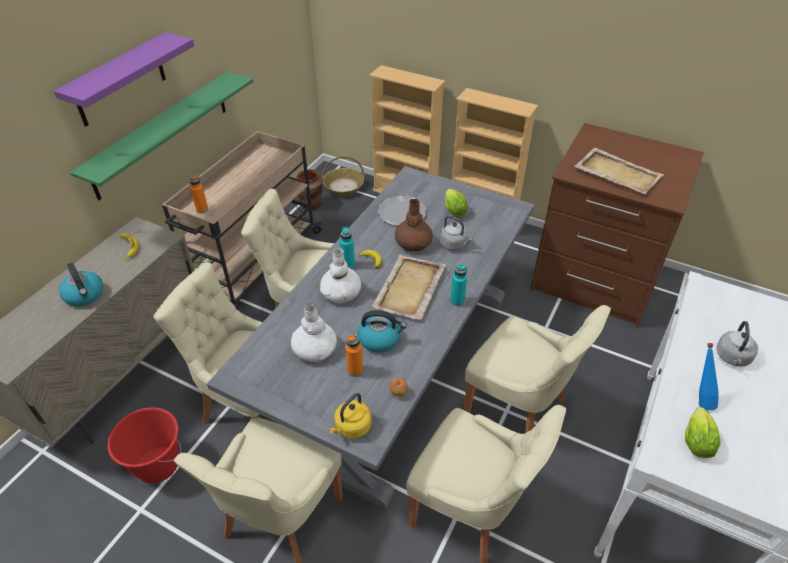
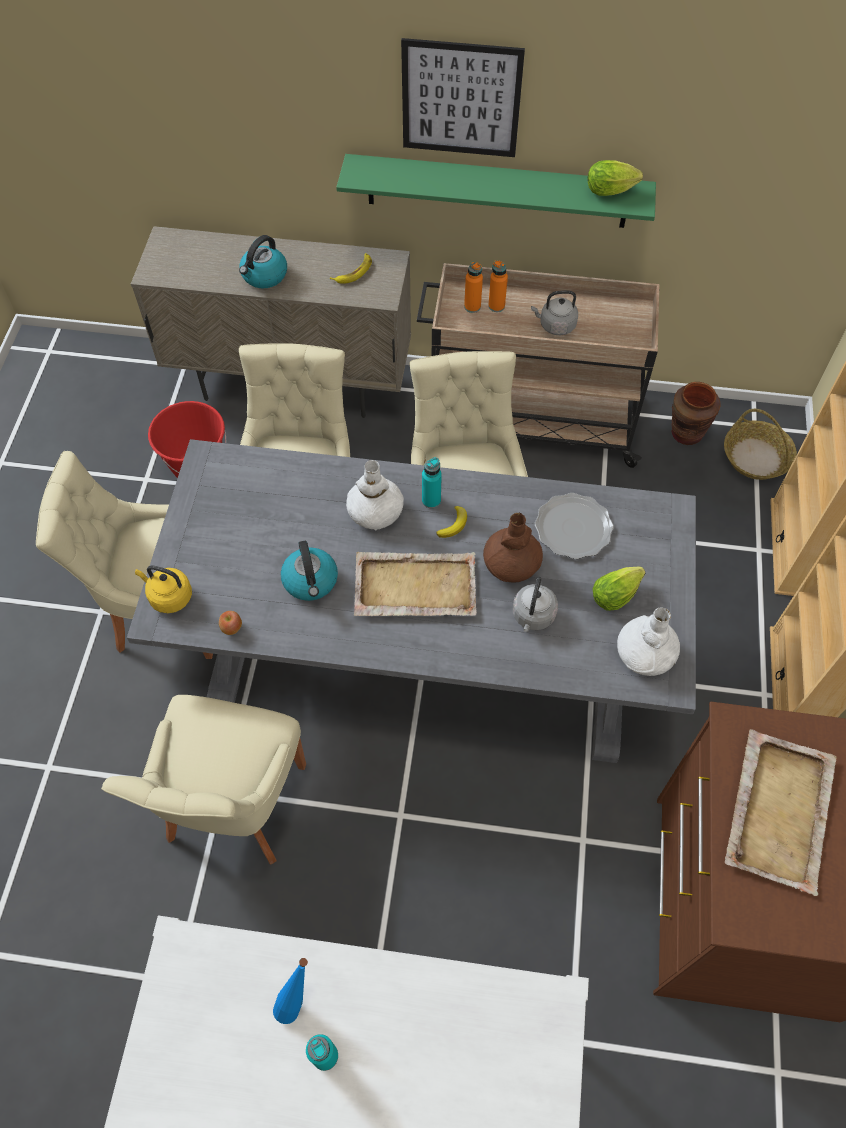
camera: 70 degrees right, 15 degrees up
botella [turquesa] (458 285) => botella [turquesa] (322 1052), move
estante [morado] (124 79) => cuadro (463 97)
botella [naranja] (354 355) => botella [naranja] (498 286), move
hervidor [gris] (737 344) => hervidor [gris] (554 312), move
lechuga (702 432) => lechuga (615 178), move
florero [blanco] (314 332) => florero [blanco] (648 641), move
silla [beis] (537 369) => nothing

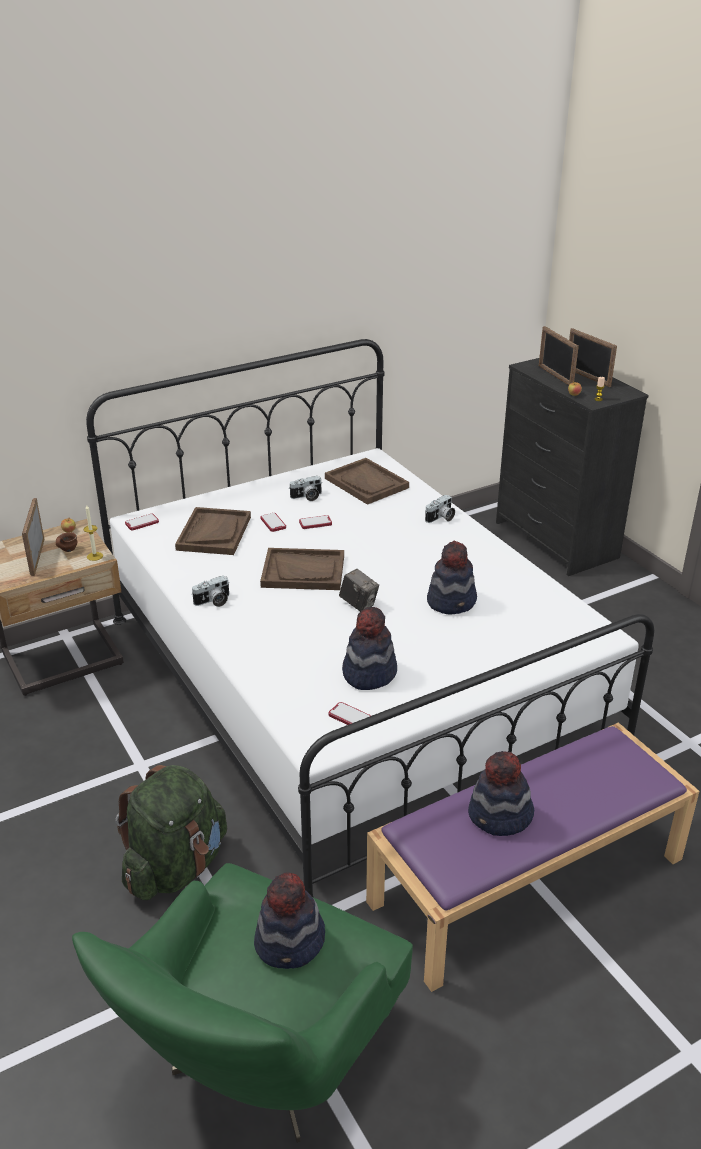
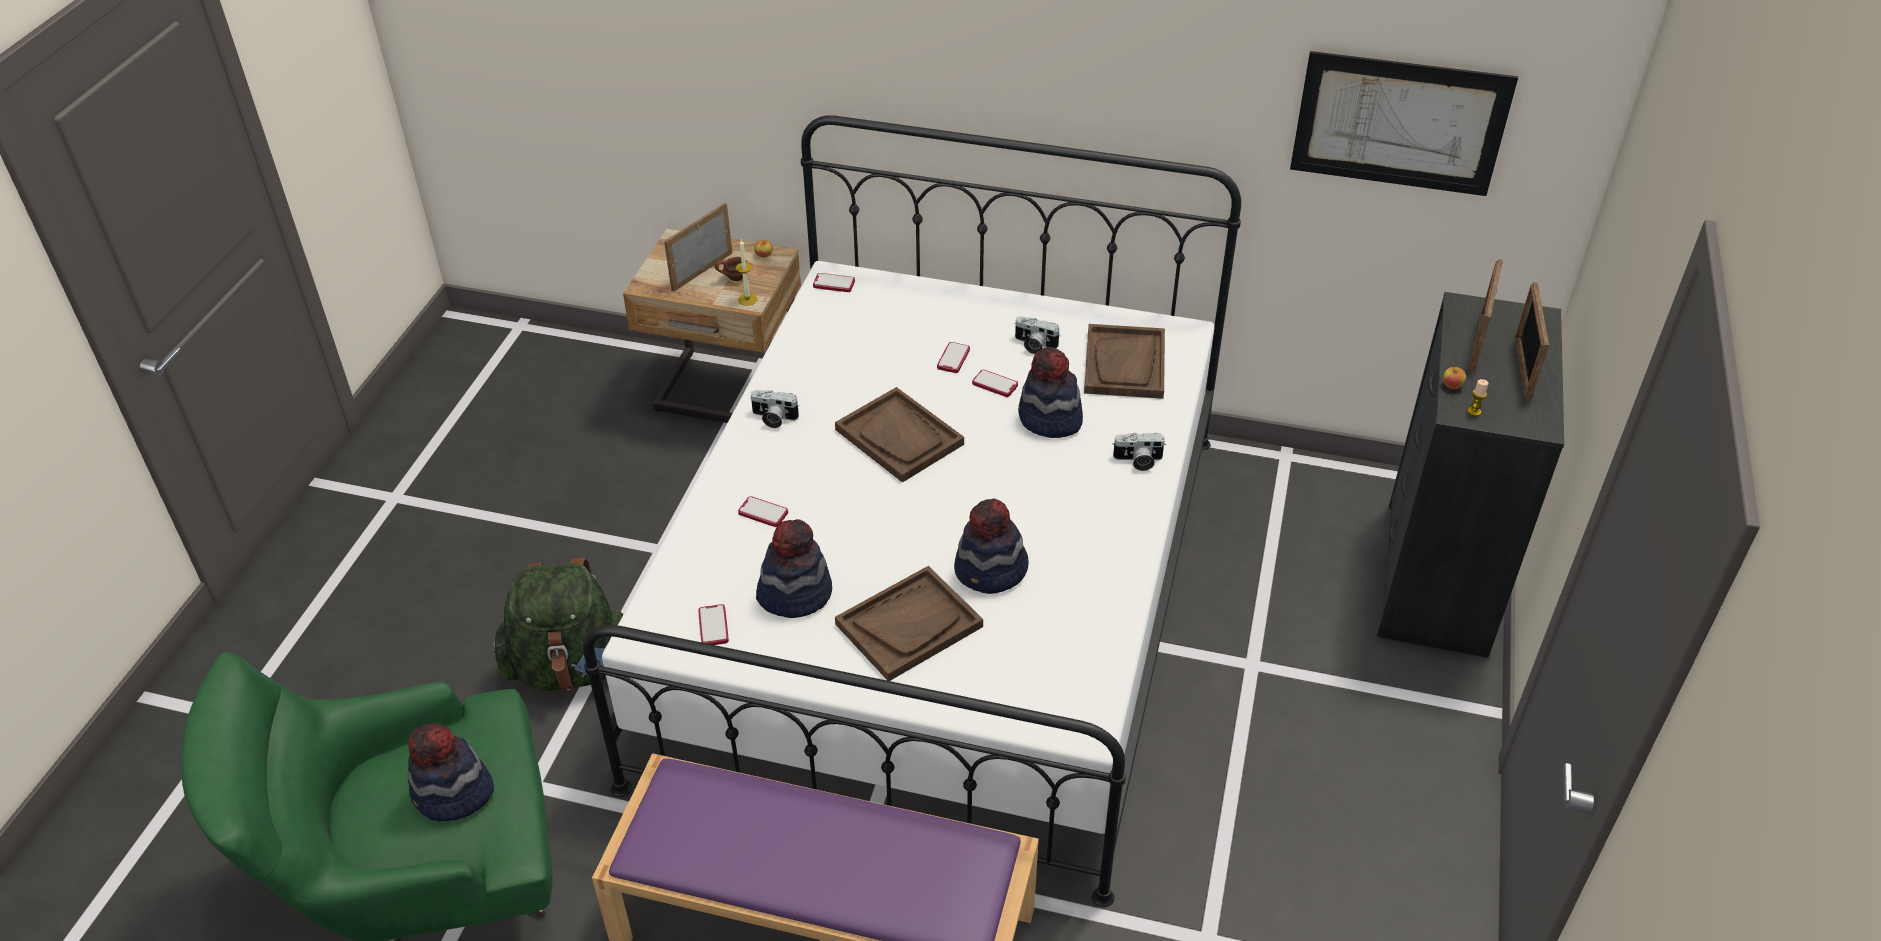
camera: 45 degrees right, 10 degrees up
nothing => móvil (763 511)
bandeja [marrón] (213 531) => bandeja [marrón] (909 623), move
sombrero (501 793) => sombrero (1050 392), move
nothing => cuadro (1404 123)
cámara (359 590) => nothing

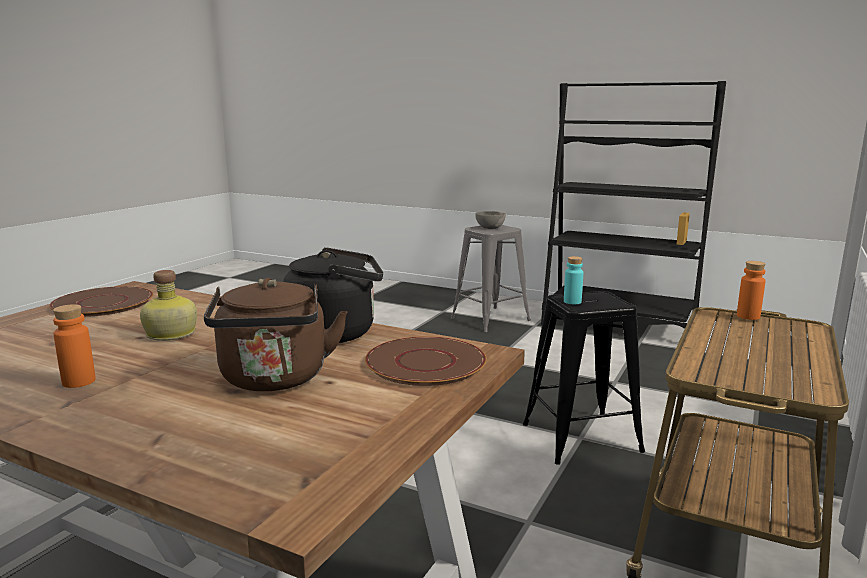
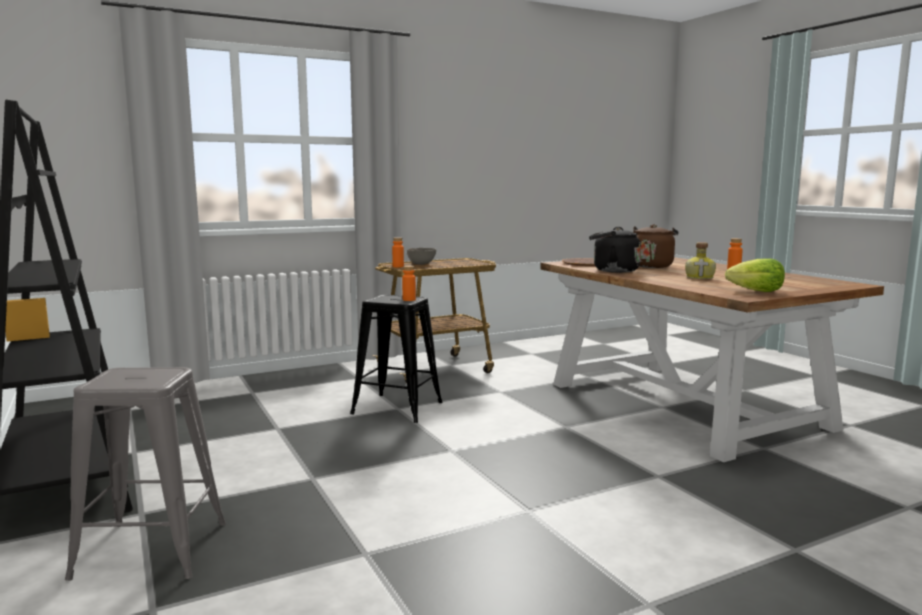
camera: 145 degrees left, 5 degrees down
botella [turquesa] (573 280) => botella [naranja] (409 283)
cuenco [gris] (491 220) => cuenco [gris] (421 256), move
plato [marrón] (101 301) => lechuga (755 275)

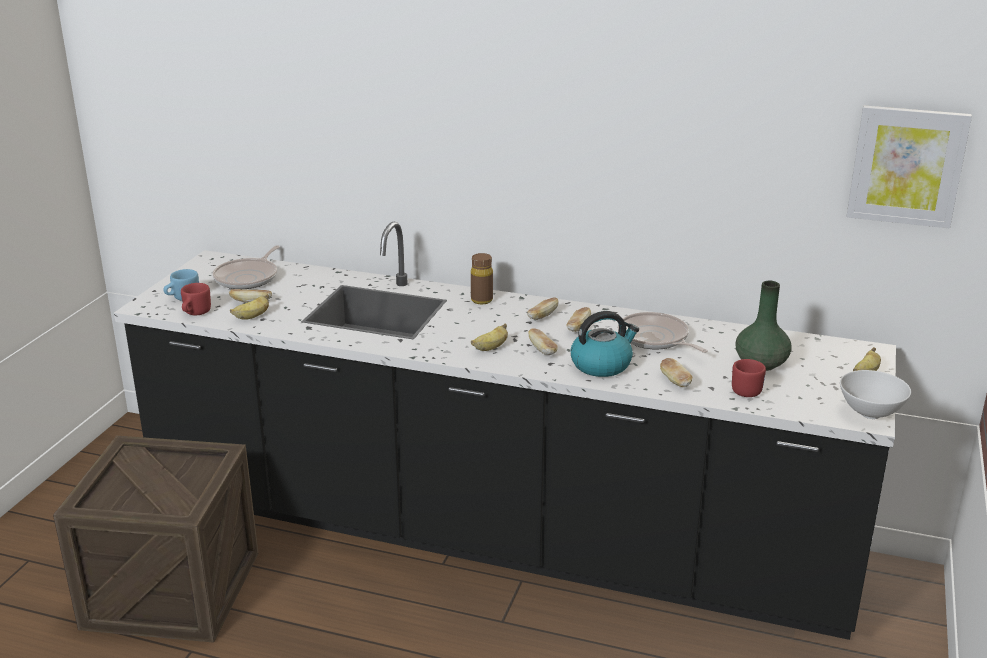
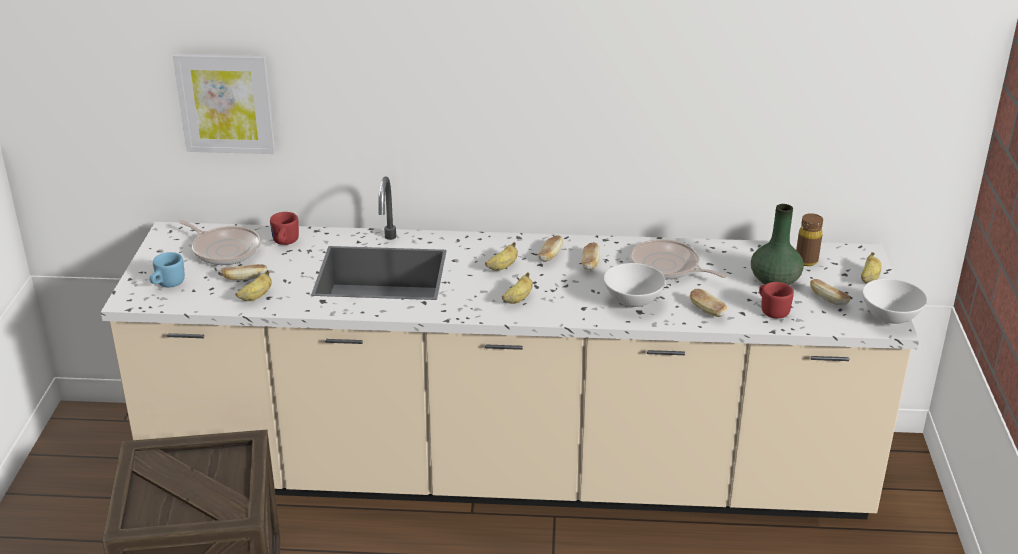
camera: 15 degrees left, 5 degrees up
mueble bajo de cocina [negro] (505 431) => mueble bajo de cocina [beis] (510 347)
cuadro (909 166) => cuadro (224 103), move
sartén (246 267) => sartén (220 242), 60 degrees counterclockwise
taza grande [rojo] (196 299) => taza grande [rojo] (284 228), move
nothing => plátano (501 256)
hervidor (604 344) => cuenco [blanco] (635 285)
botella [marrón] (482 278) => botella [marrón] (809 239), move
pan (543 341) => pan (830 292), move

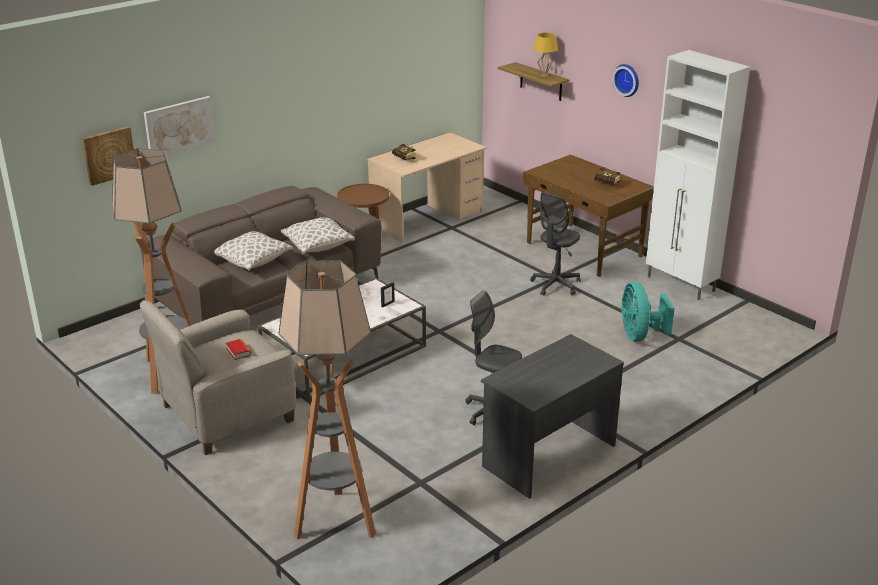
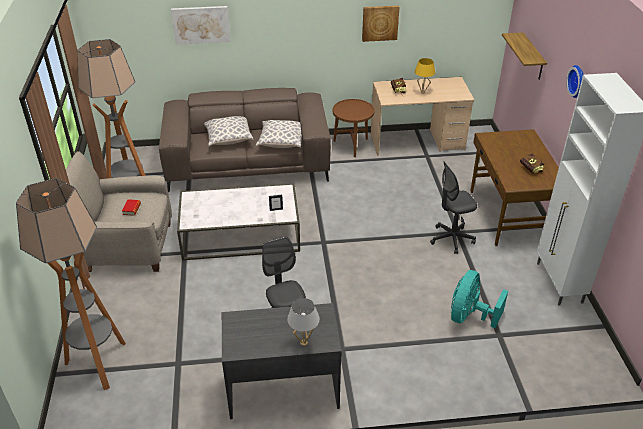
camera: 35 degrees right, 10 degrees up
nothing => lámpara de mesa [blanco] (303 322)
cuadro (108 156) => cuadro (381 23), move
lámpara de mesa [amarillo] (545 55) => lámpara de mesa [amarillo] (425 76), move

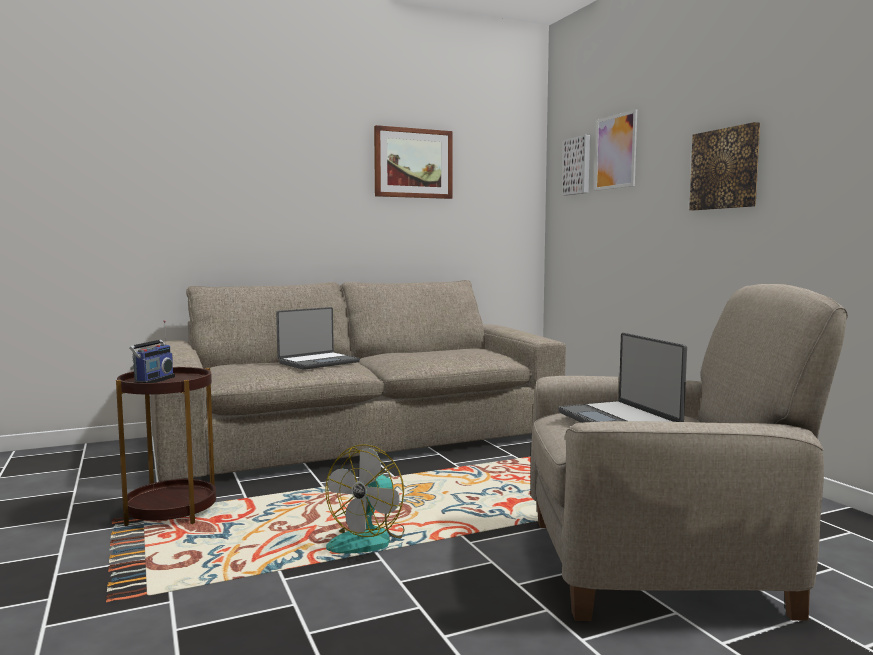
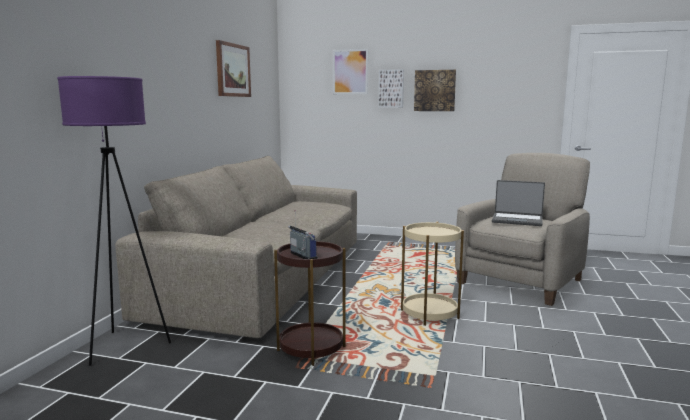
camera: 50 degrees left, 5 degrees up
nothing => lámpara de pie [morado] (114 221)
cuadro (576 165) => cuadro (391 88), move
ventilador (364 498) => mesa auxiliar [beis] (432 274)
portátil (318 338) => nothing

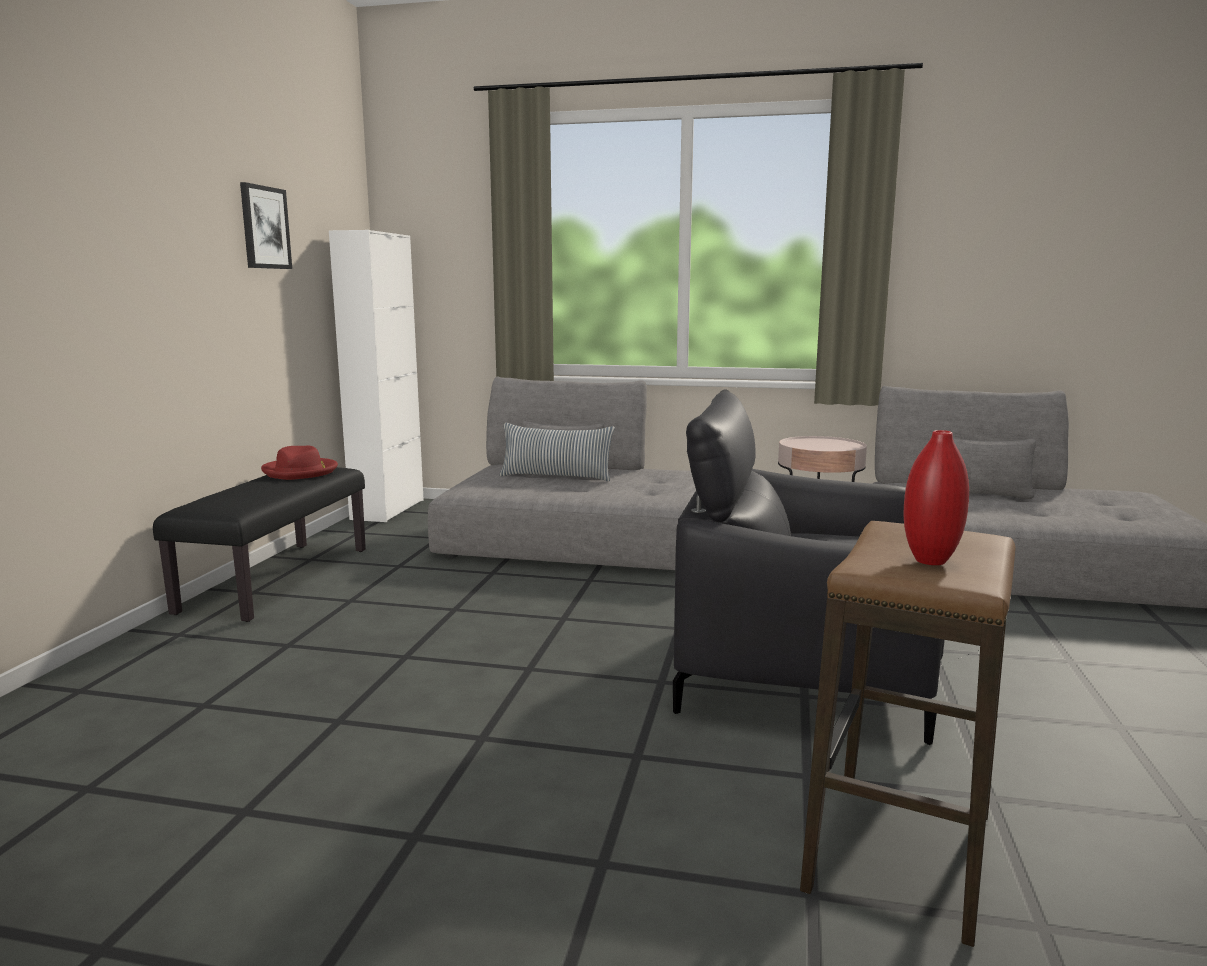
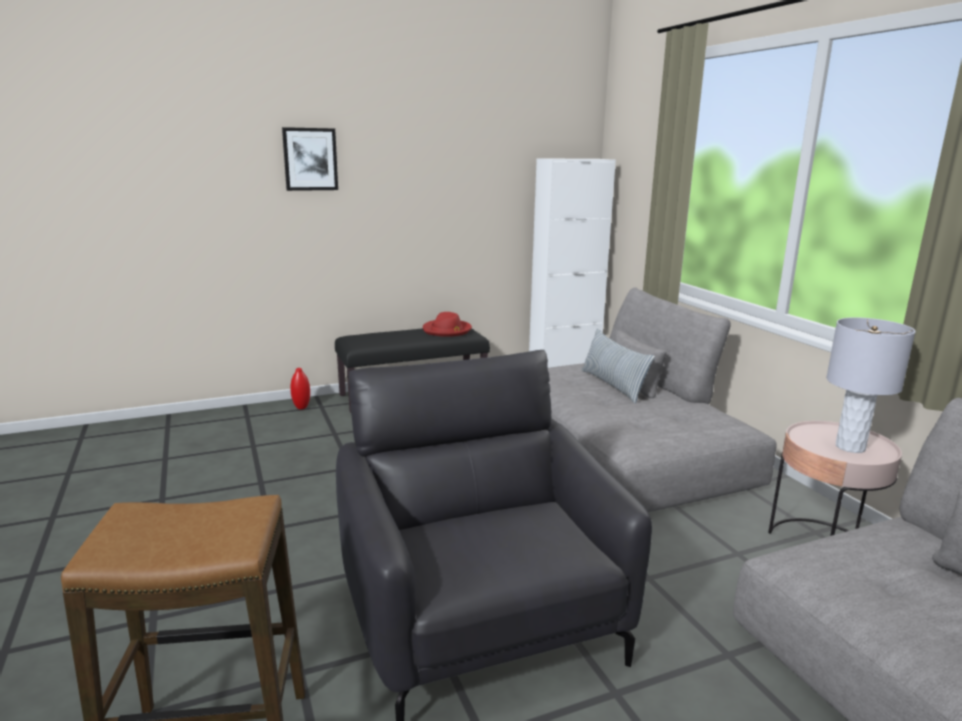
camera: 55 degrees right, 5 degrees up
cuadro (266 225) => cuadro (310 159), move
florero [rojo] (936 497) => florero [rojo] (300 388), move
nothing => lámpara de mesa [gris] (871 385)

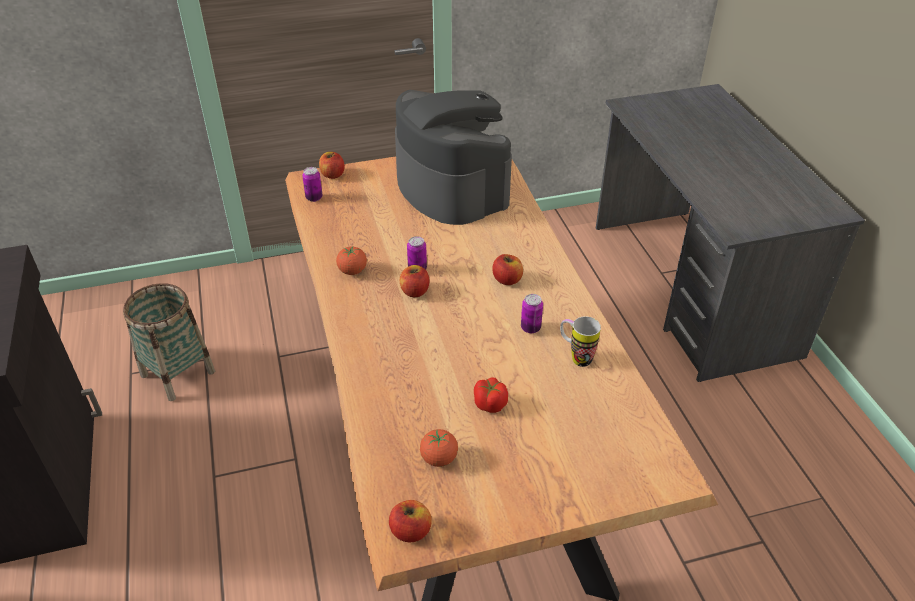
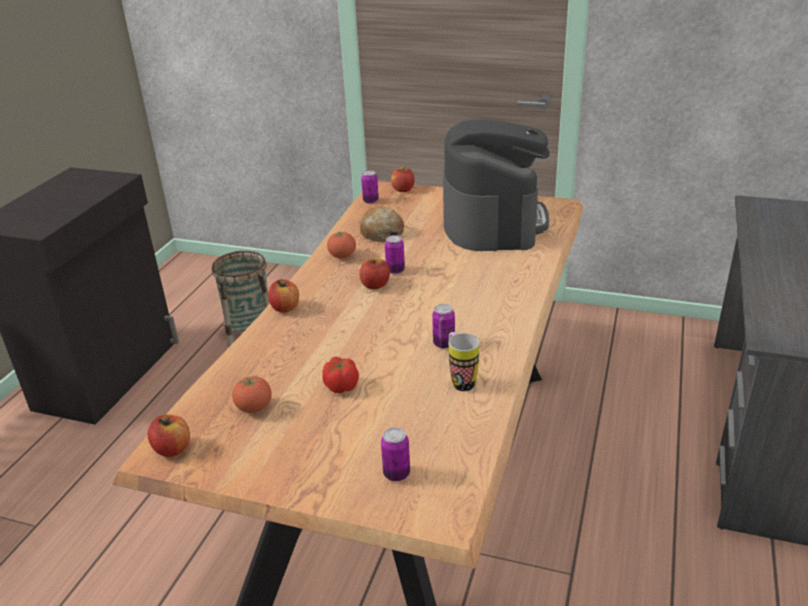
camera: 35 degrees right, 10 degrees down
manzana (507 269) => manzana (283 296), move
nothing => pan (381 224)
nothing => lata (395 454)

